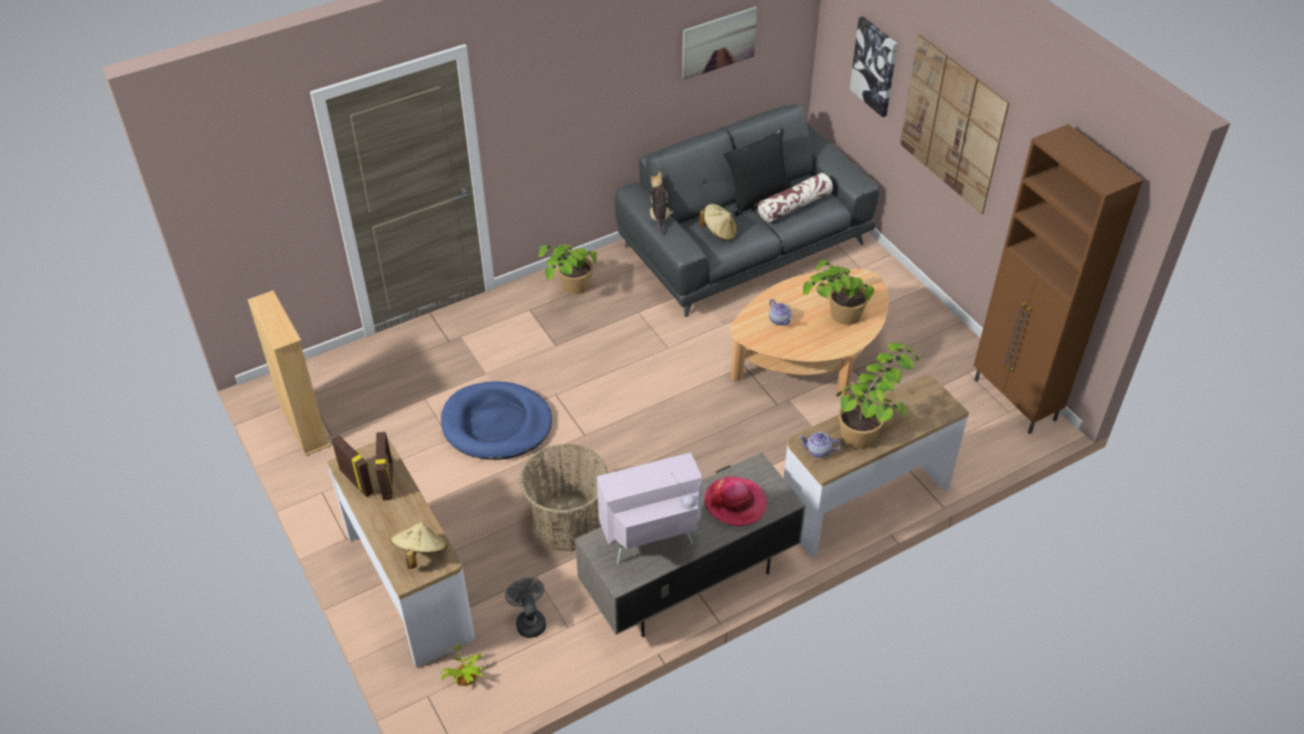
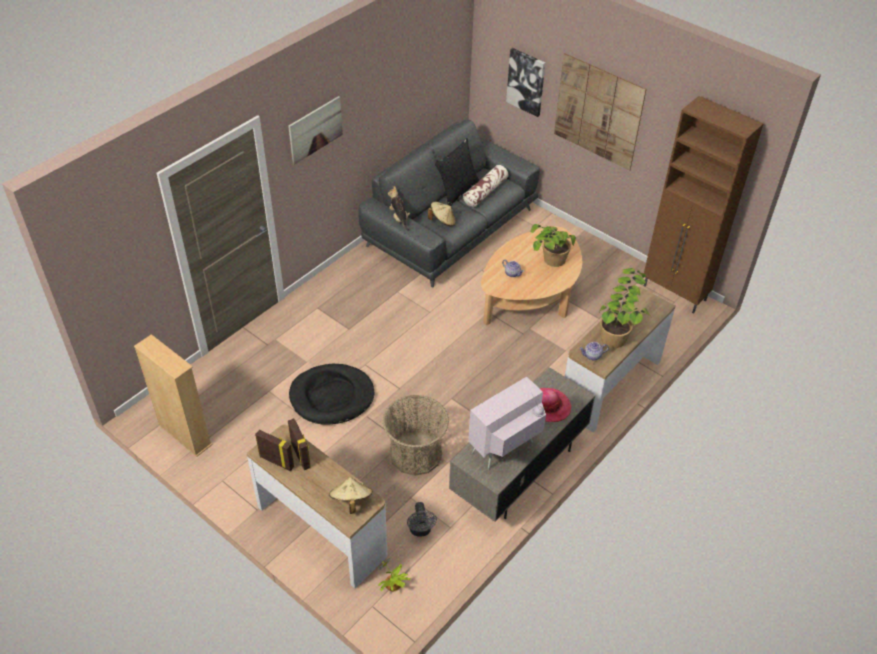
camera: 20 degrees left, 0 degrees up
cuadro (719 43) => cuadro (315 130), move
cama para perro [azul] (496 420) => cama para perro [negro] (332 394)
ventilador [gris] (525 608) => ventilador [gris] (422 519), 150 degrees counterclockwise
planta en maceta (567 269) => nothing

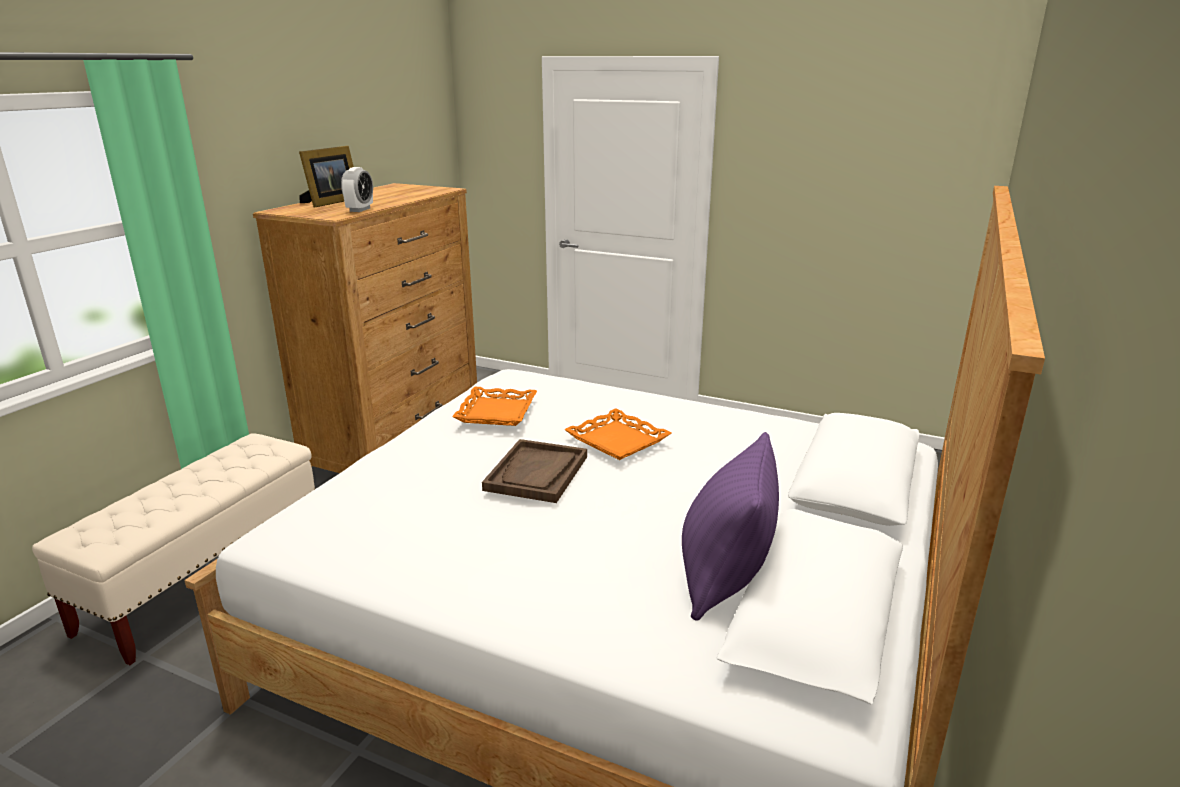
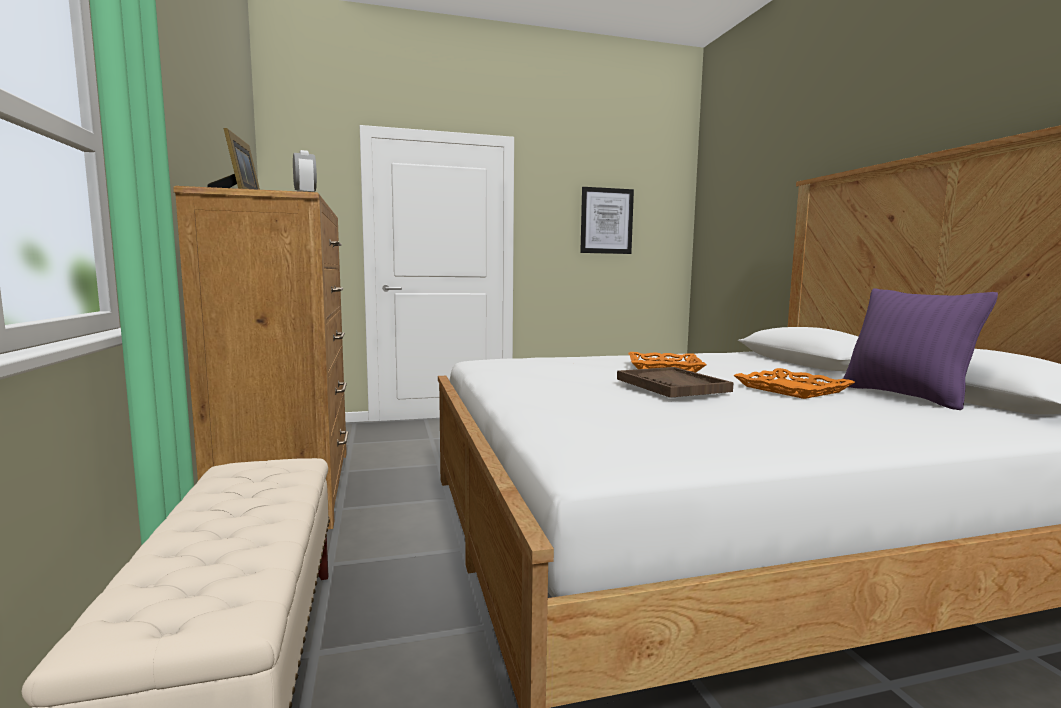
camera: 40 degrees left, 15 degrees down
nothing => cuadro (607 220)
bandeja [naranja] (494 406) => bandeja [naranja] (794 383), move

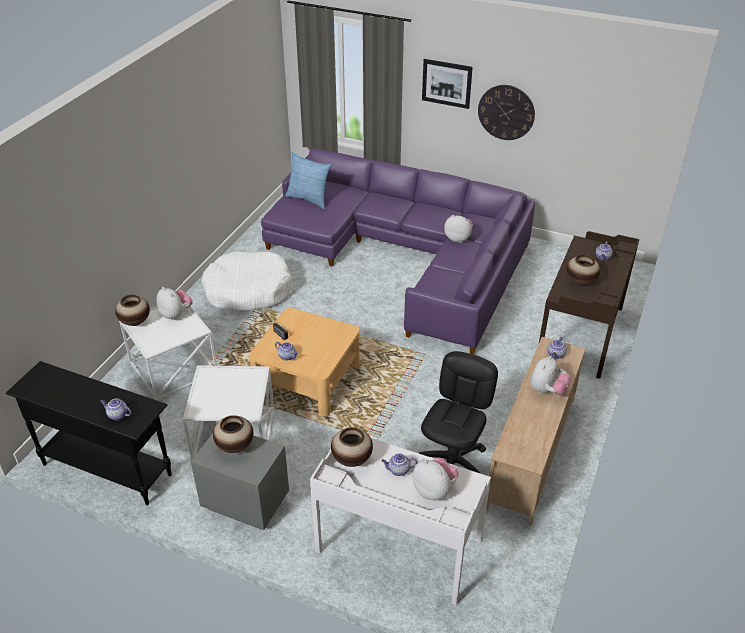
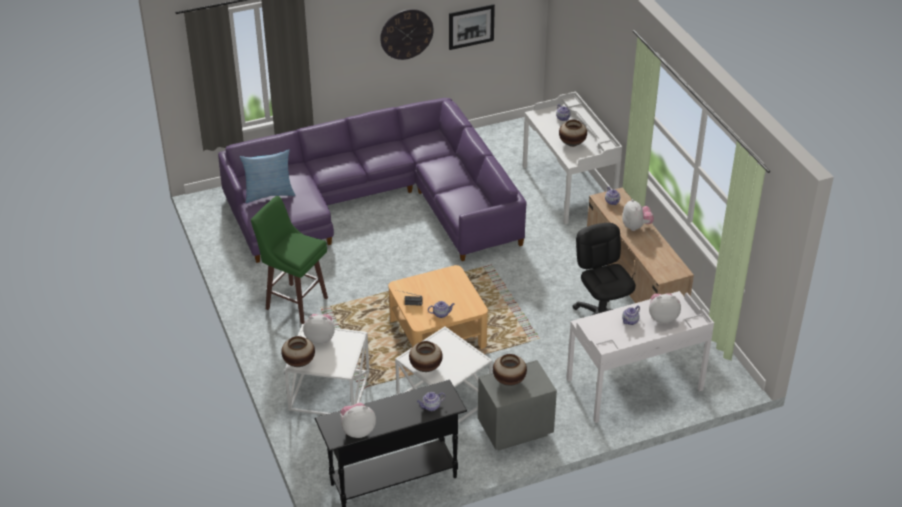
camera: 45 degrees left, 0 degrees up
cama para perro [blanco] (247 282) => taburete [verde] (289 260)
peluche (458 229) => peluche (358 420), move
florero (352 447) => florero (426 356), move
cuadro (447 84) => cuadro (472 27), move
escritorio [marrón] (589 305) => escritorio [blanco] (572 157)

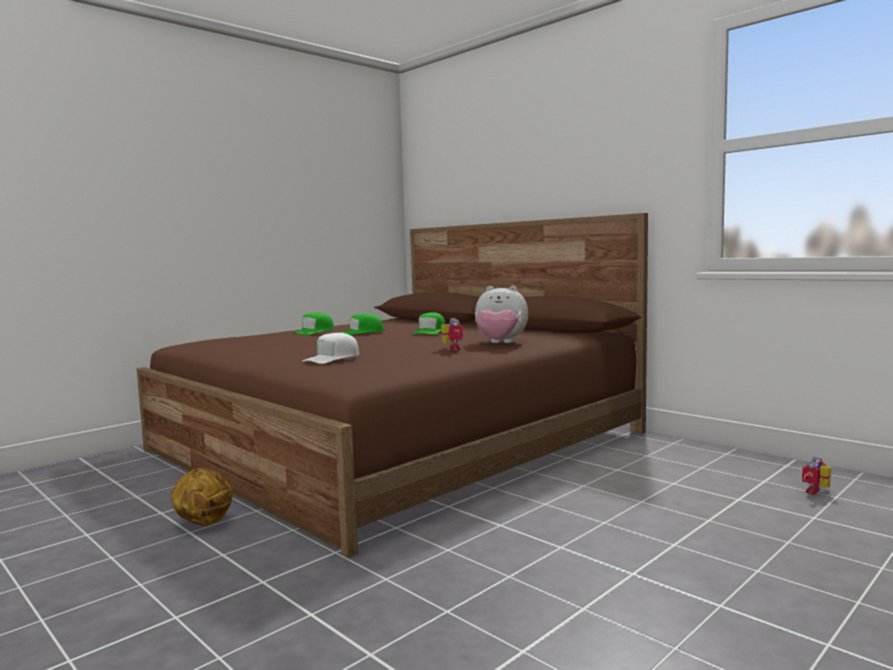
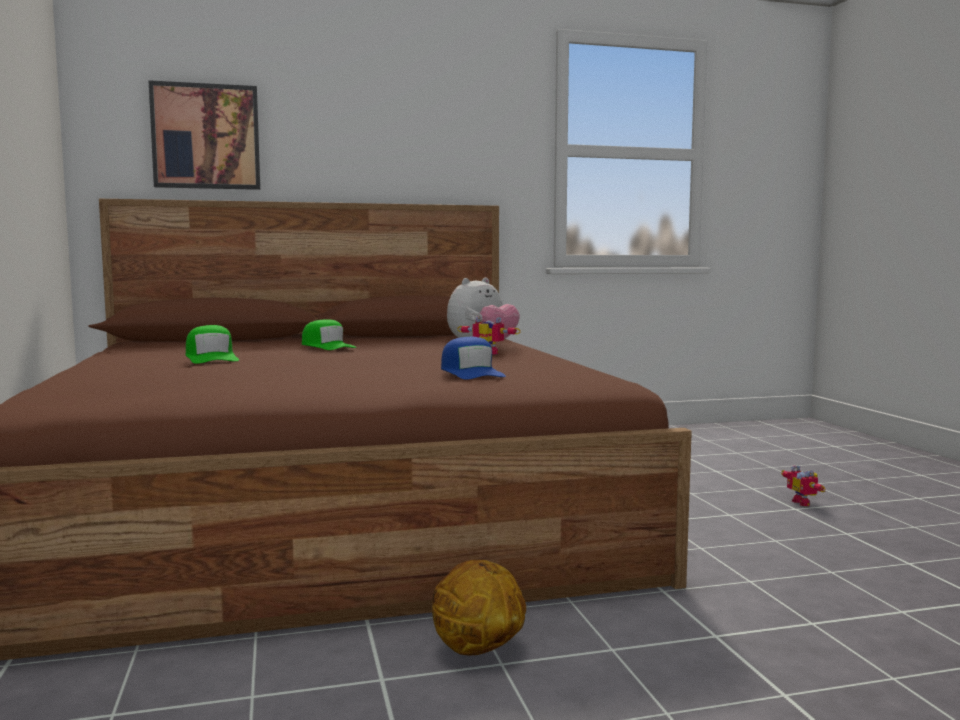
camera: 60 degrees left, 0 degrees up
nothing => cuadro (204 135)
gorra [blanco] (330 348) => gorra [azul] (473 358)
robot de juguete (816 475) => robot de juguete (803 485), move
gorra [verde] (362 324) => nothing

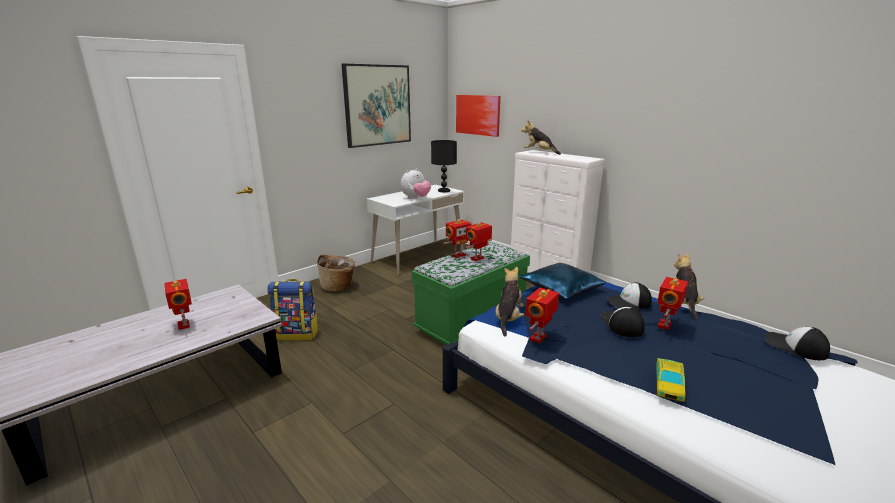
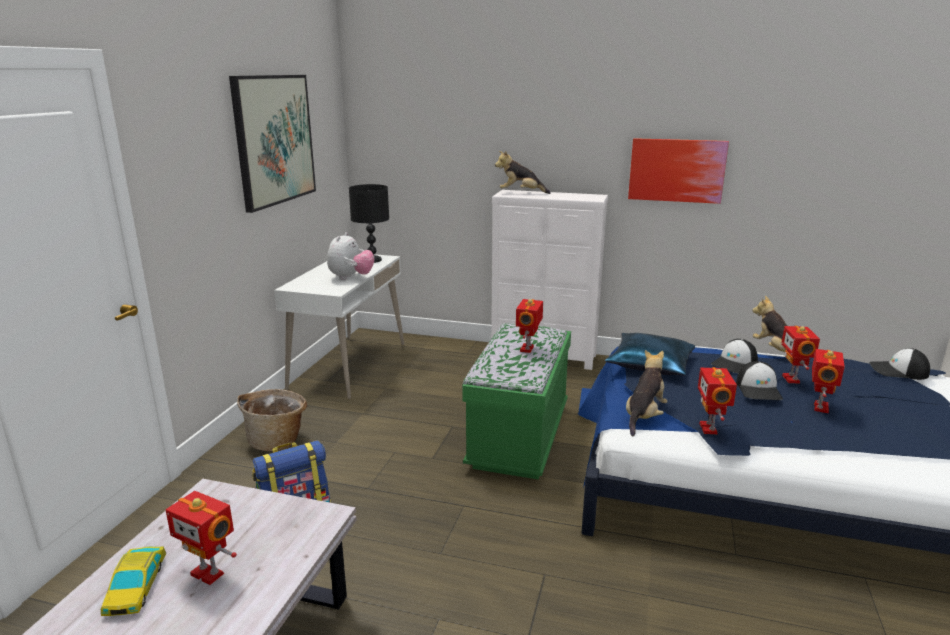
camera: 30 degrees left, 0 degrees up
coche de juguete (671 380) => coche de juguete (133 581), move
peluche (510 301) => peluche (647 393), 45 degrees clockwise
cuadro (478 116) => cuadro (678 171), move
gorra (622 322) => gorra (759 380), 135 degrees counterclockwise
robot de juguete (457 238) => robot de juguete (828 381), move

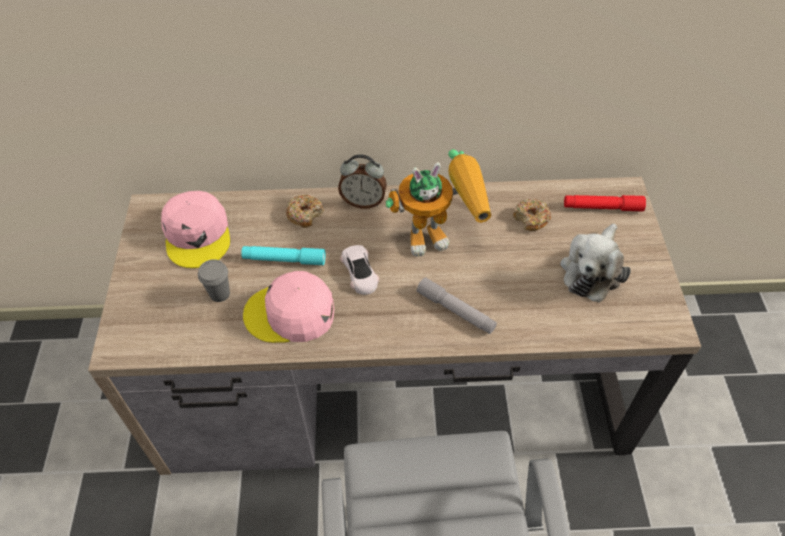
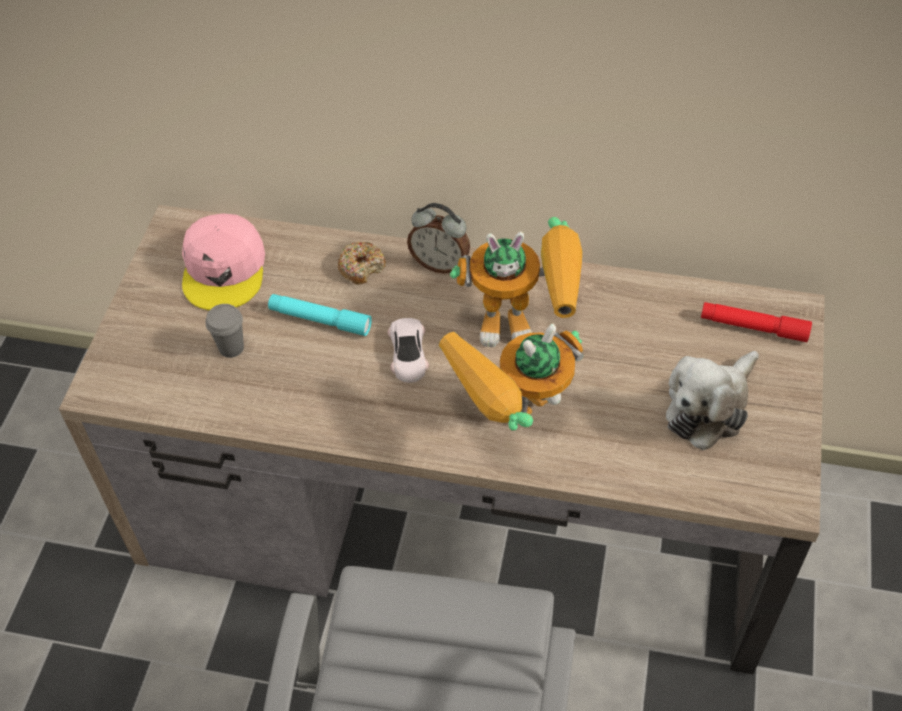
camera: 15 degrees right, 0 degrees up
linterna [gris] (457 305) => robot de juguete (511 377)
gorra [rosa] (288 307) => nothing
rosquilla (532 215) => nothing

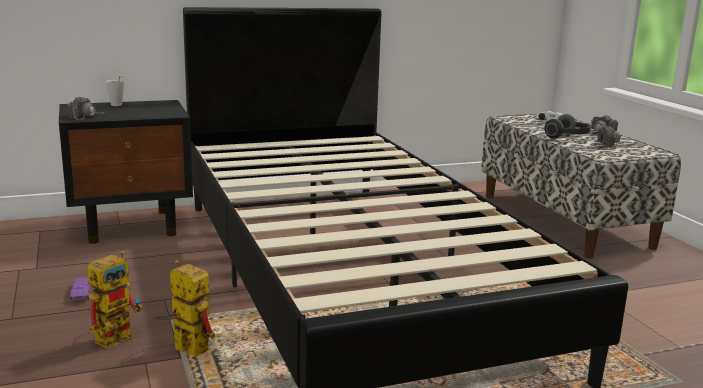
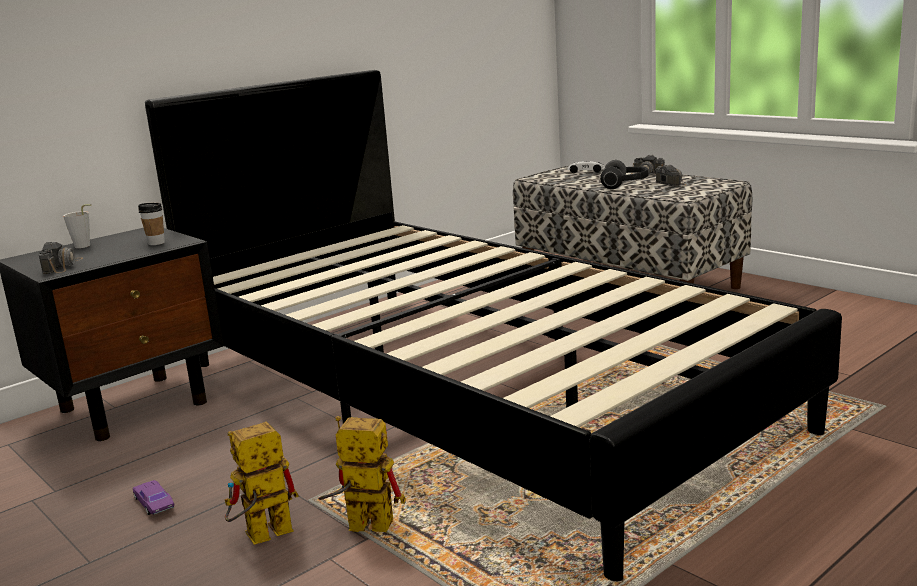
camera: 20 degrees left, 0 degrees up
nothing => taza (151 224)
robot de juguete (114 300) => robot de juguete (261 483), 135 degrees counterclockwise

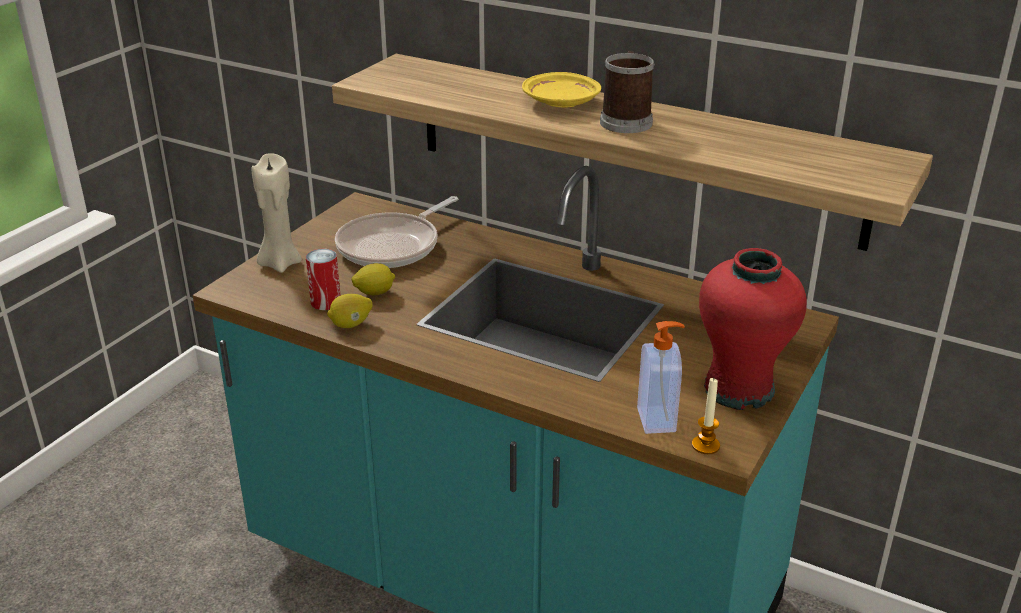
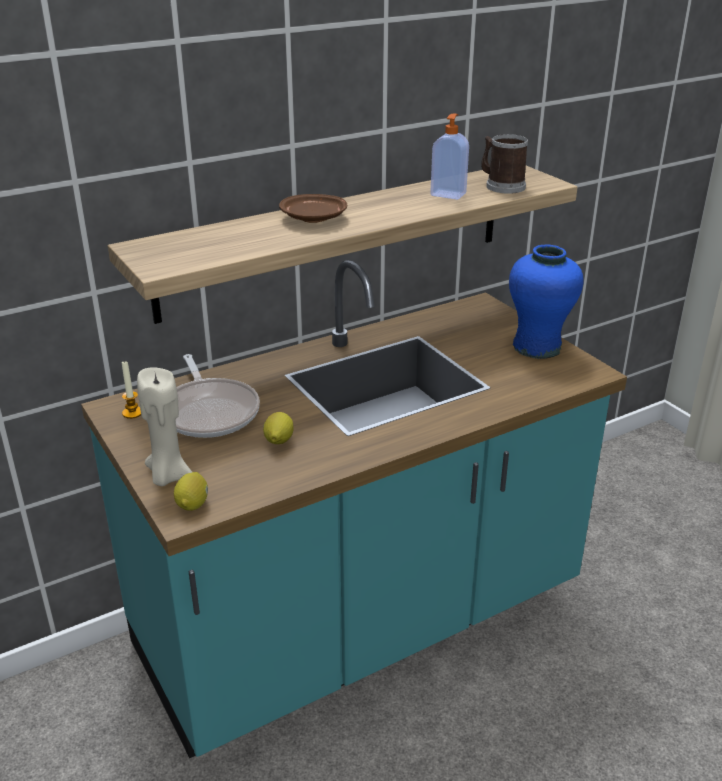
camera: 60 degrees left, 0 degrees up
vela (706 416) => vela (131 389), move
limón (350 311) => limón (191 491), move
plato [amarillo] (561 90) => plato [marrón] (313 208)
dispensador de jabón (661 377) => dispensador de jabón (449 156), move
taza grande (627 92) => taza grande (504 164), move
florero [rojo] (753 329) => florero [azul] (546 301)
lata (323 279) => nothing

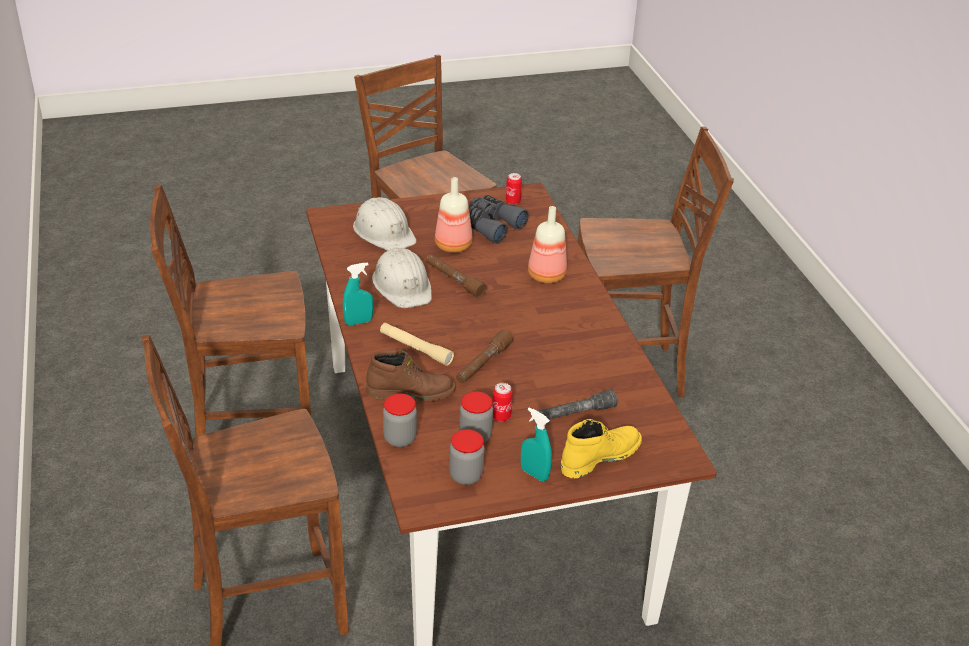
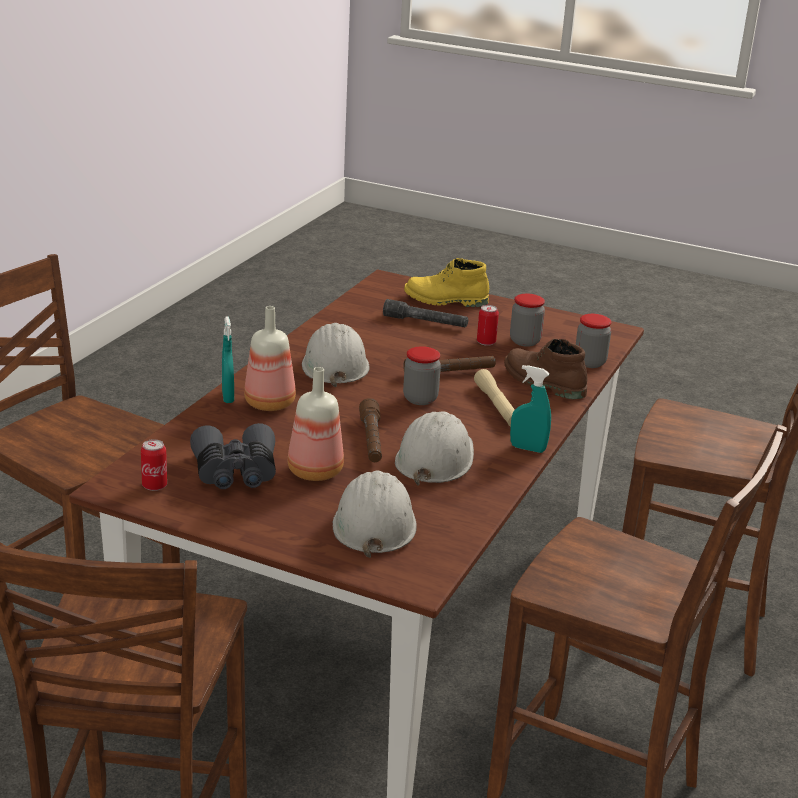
camera: 140 degrees left, 10 degrees down
pulverizador [turquesa] (536 444) => pulverizador [turquesa] (228 359), move
nothing => casco [blanco] (335 355)
tarro (467 457) => tarro (422 375), move

